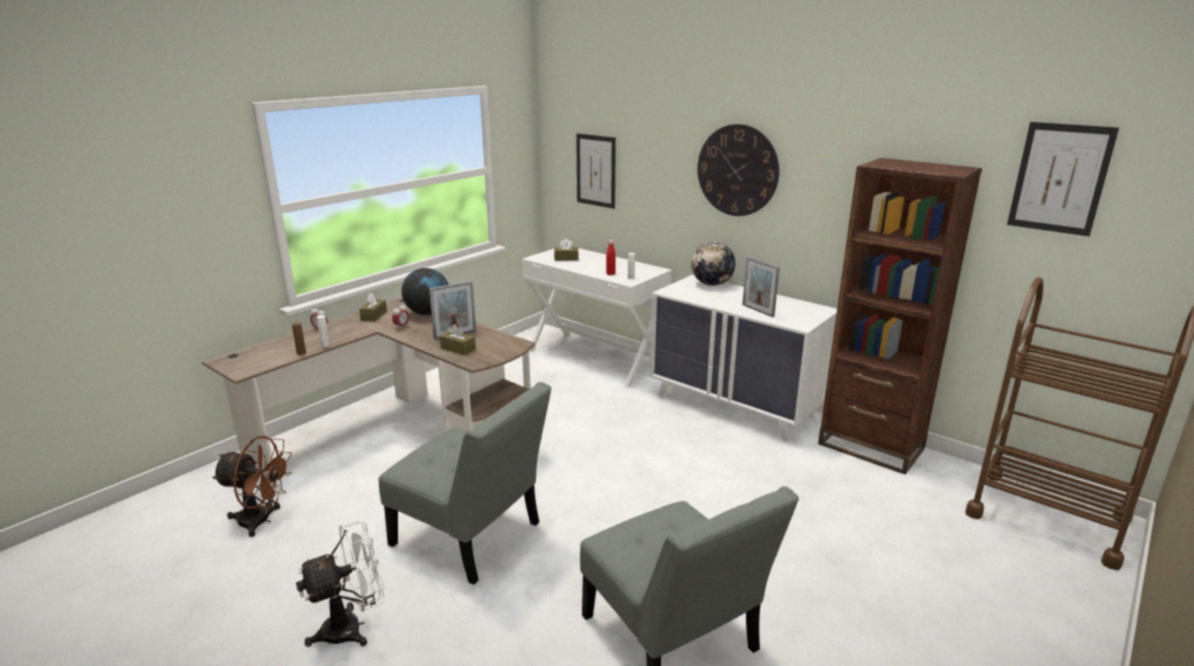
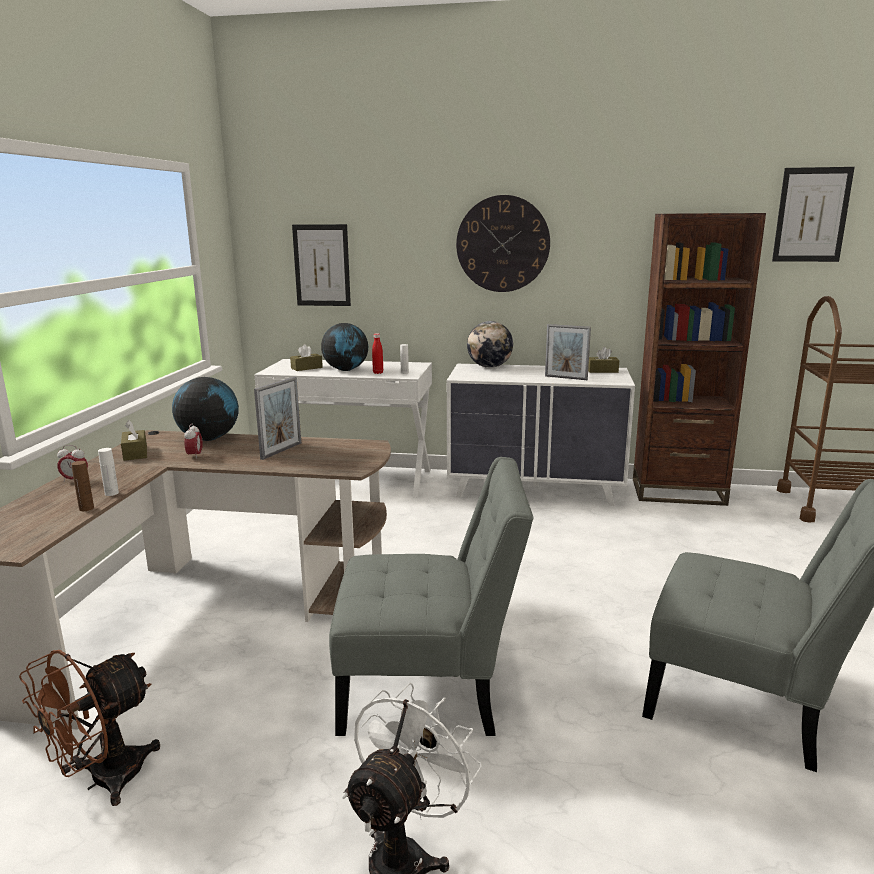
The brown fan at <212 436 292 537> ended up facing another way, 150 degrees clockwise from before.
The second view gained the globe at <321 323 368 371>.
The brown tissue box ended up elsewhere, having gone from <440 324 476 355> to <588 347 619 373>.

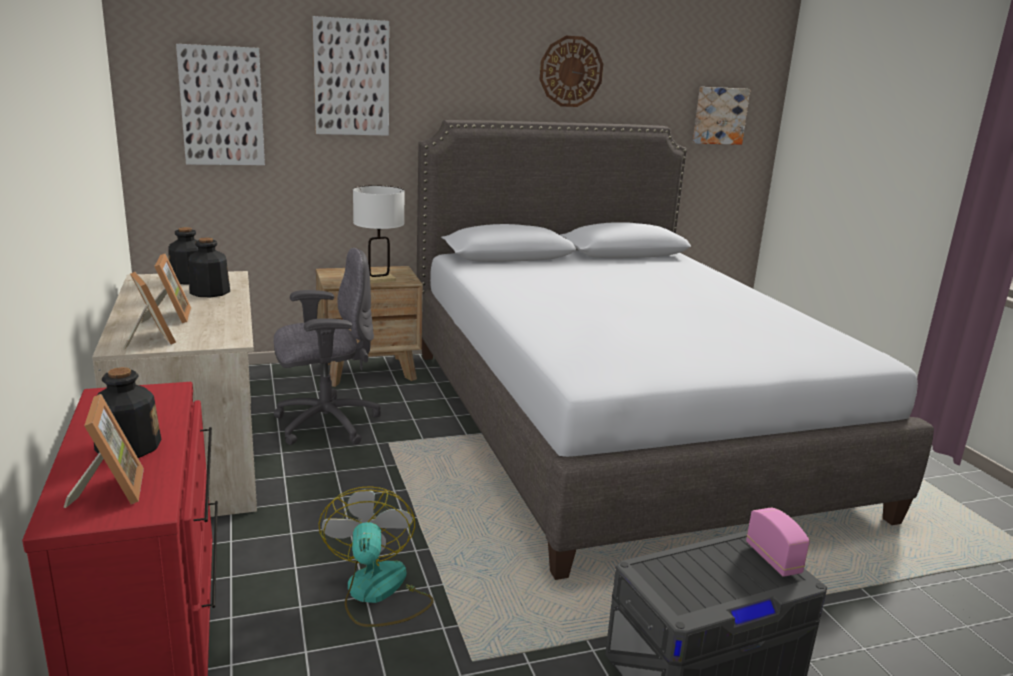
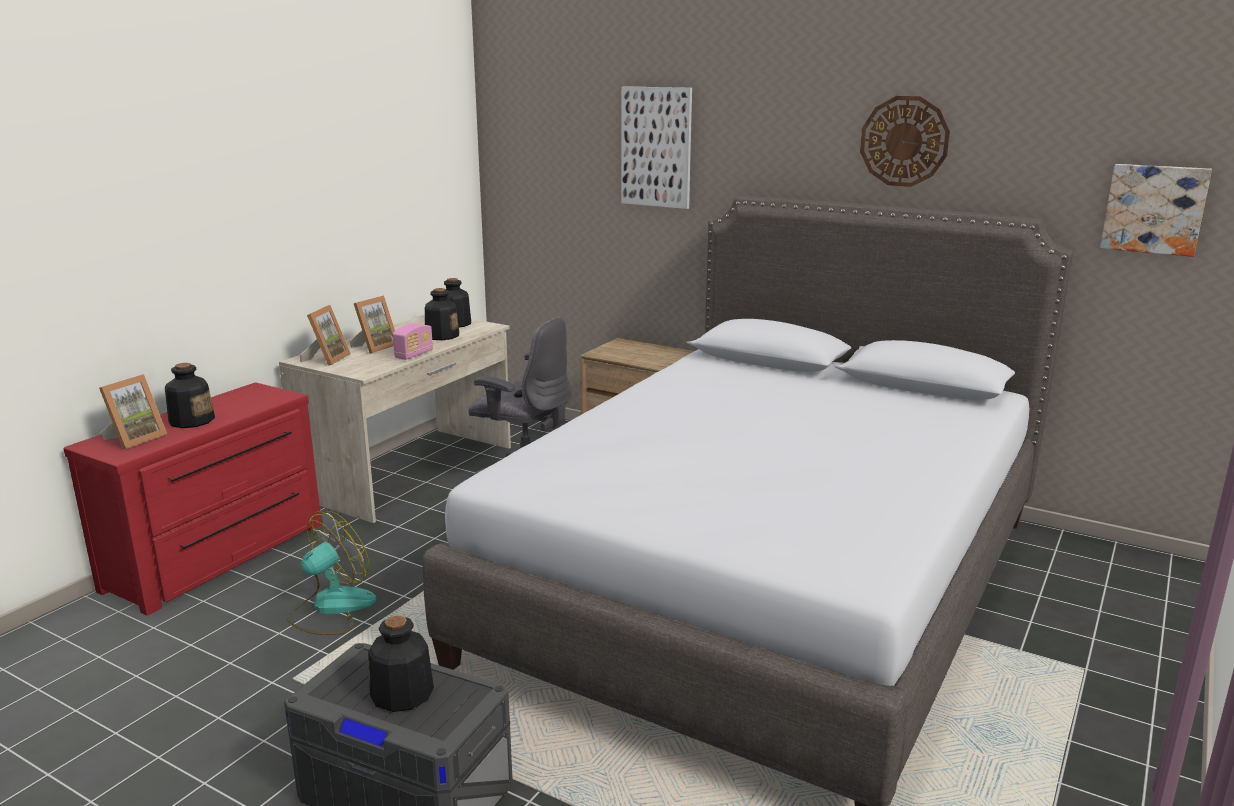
The second view gained the bottle at <368 615 434 712>.
The radio ended up elsewhere, having gone from <746 508 810 577> to <393 323 433 360>.
The second view lost the picture at <176 44 265 165>.
The second view lost the white table lamp at <353 185 405 284>.

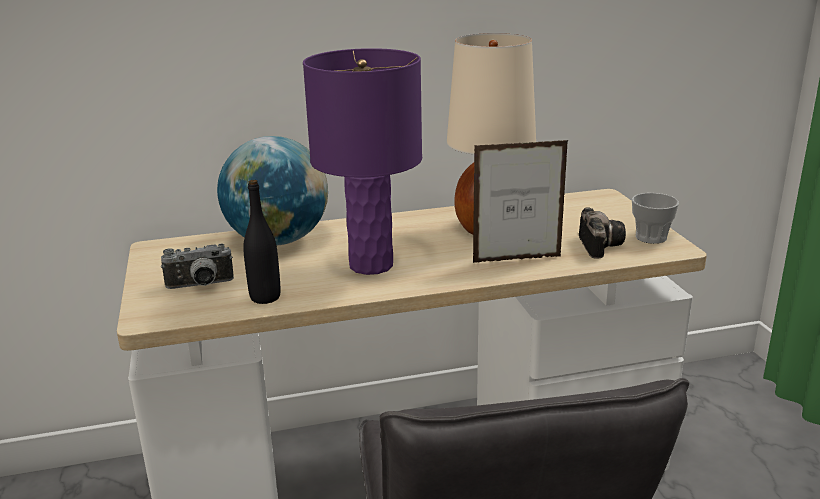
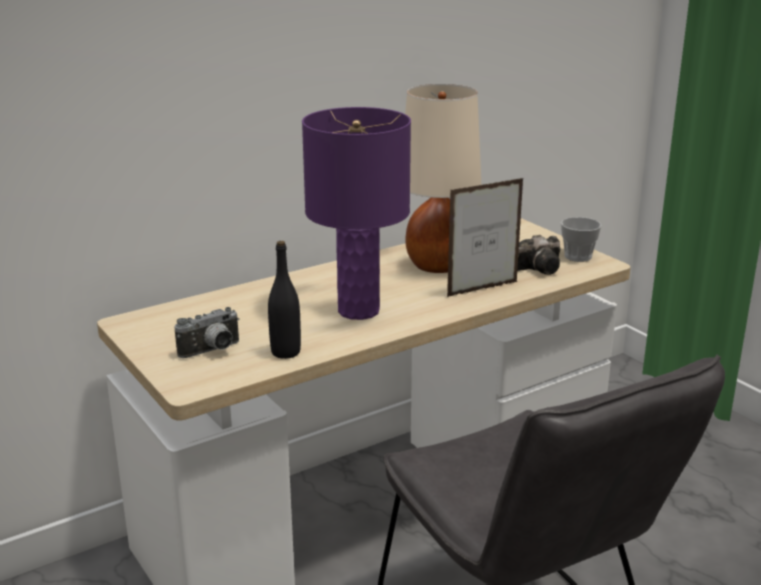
The photo camera at <579 207 626 259> ended up facing another way, 90 degrees clockwise from before.
The second view lost the globe at <217 136 328 245>.

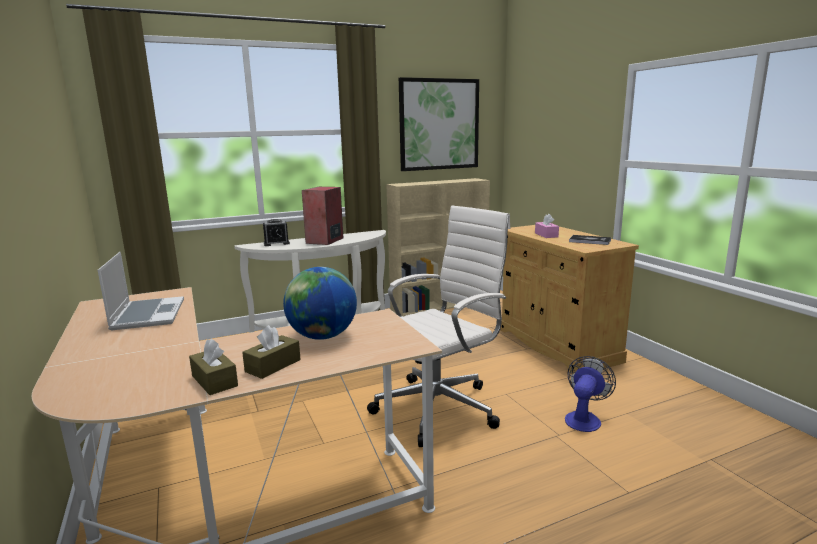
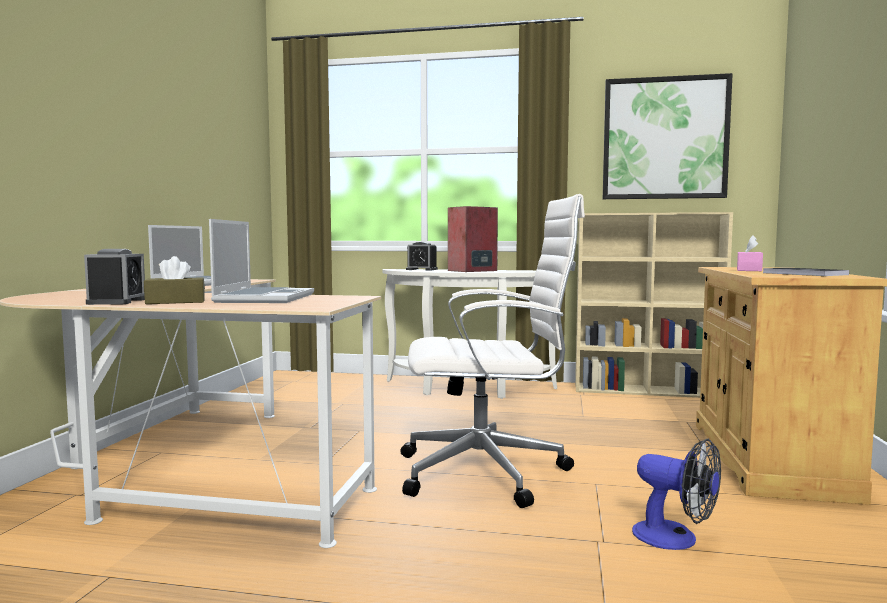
Where the brown tissue box stood at <189 339 238 395>, the alarm clock came to stand at <84 249 145 305>.
Where the globe stood at <283 267 357 340>, the laptop came to stand at <209 219 314 303>.
The fan at <565 356 616 432> ended up facing another way, 60 degrees clockwise from before.

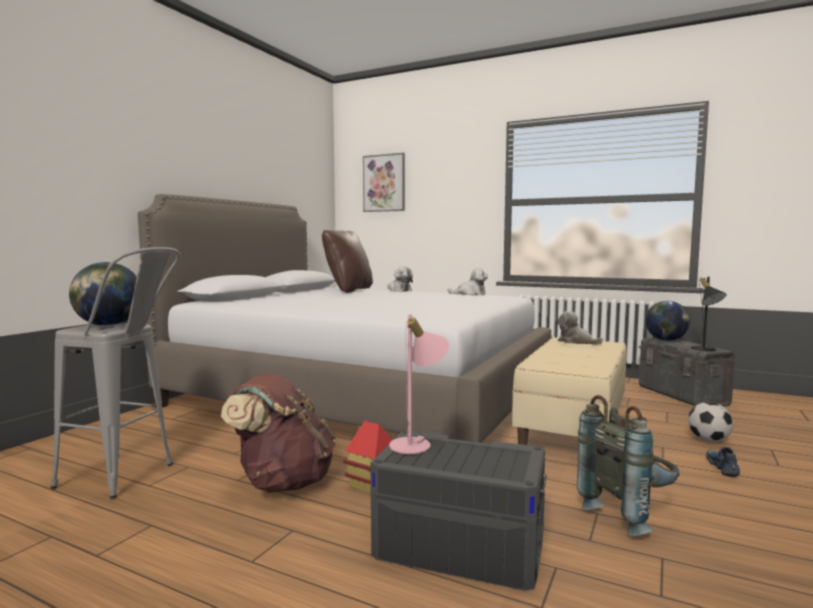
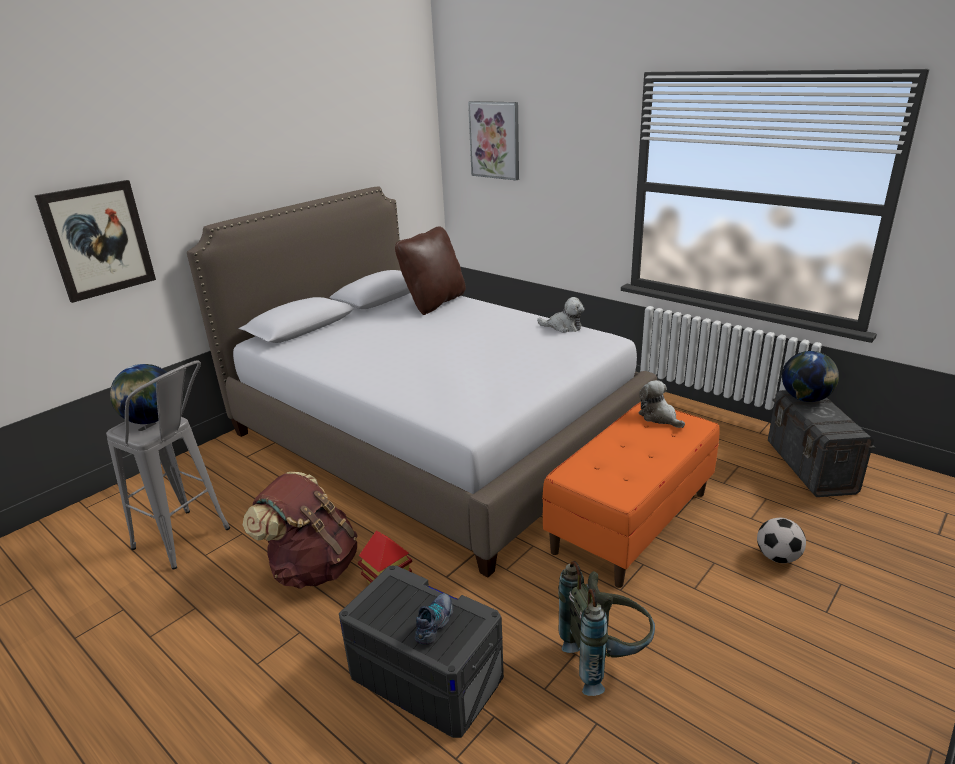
The second view gained the picture at <35 180 156 303>.
The shoe ended up elsewhere, having gone from <706 447 740 477> to <415 593 453 645>.
What was the beige bench at <512 337 627 445> turned into the orange bench at <542 402 720 588>.
The second view lost the plush toy at <387 267 413 292>.
The second view lost the pink table lamp at <389 314 449 454>.
The second view lost the black table lamp at <691 277 726 351>.

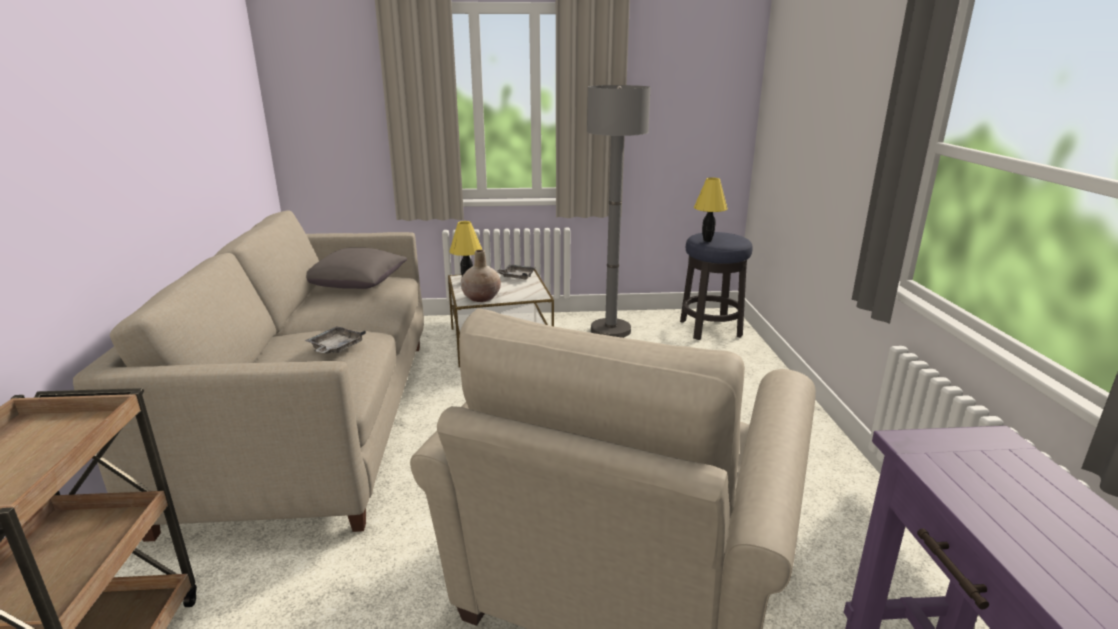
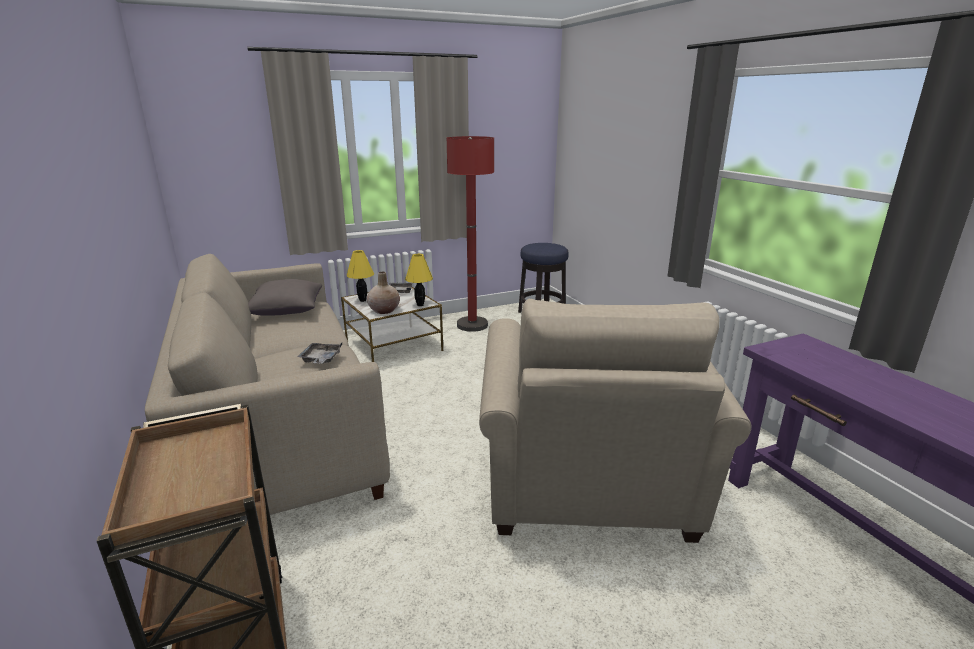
The yellow table lamp ended up elsewhere, having gone from <694 177 728 242> to <405 254 433 306>.
What was the grey floor lamp at <587 85 651 338> turned into the red floor lamp at <447 136 494 332>.

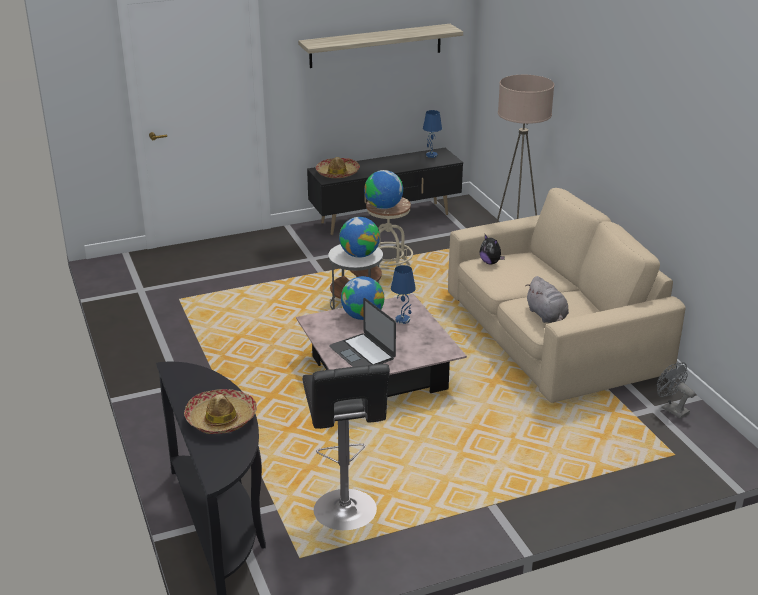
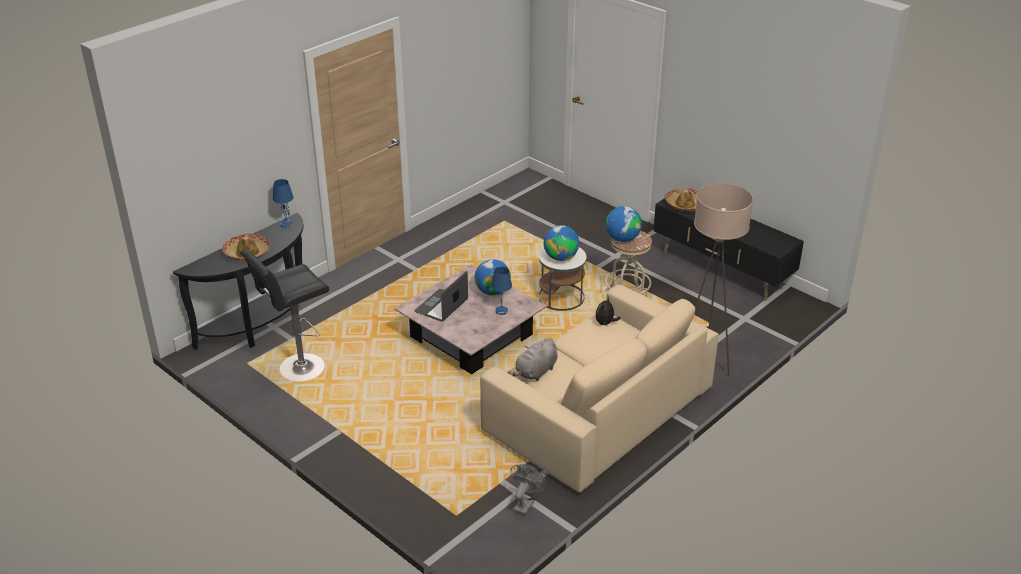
The blue table lamp ended up elsewhere, having gone from <423 110 442 158> to <273 179 294 228>.
The second view lost the shelf at <298 24 463 68>.

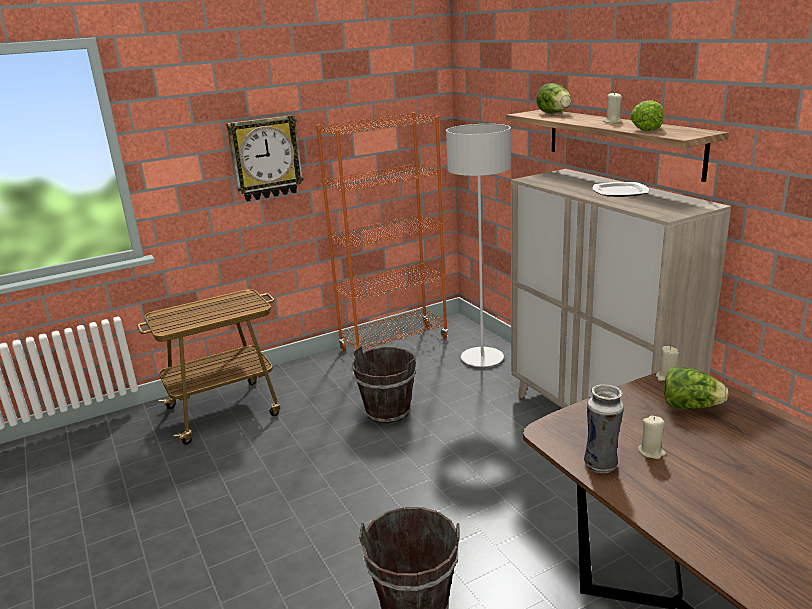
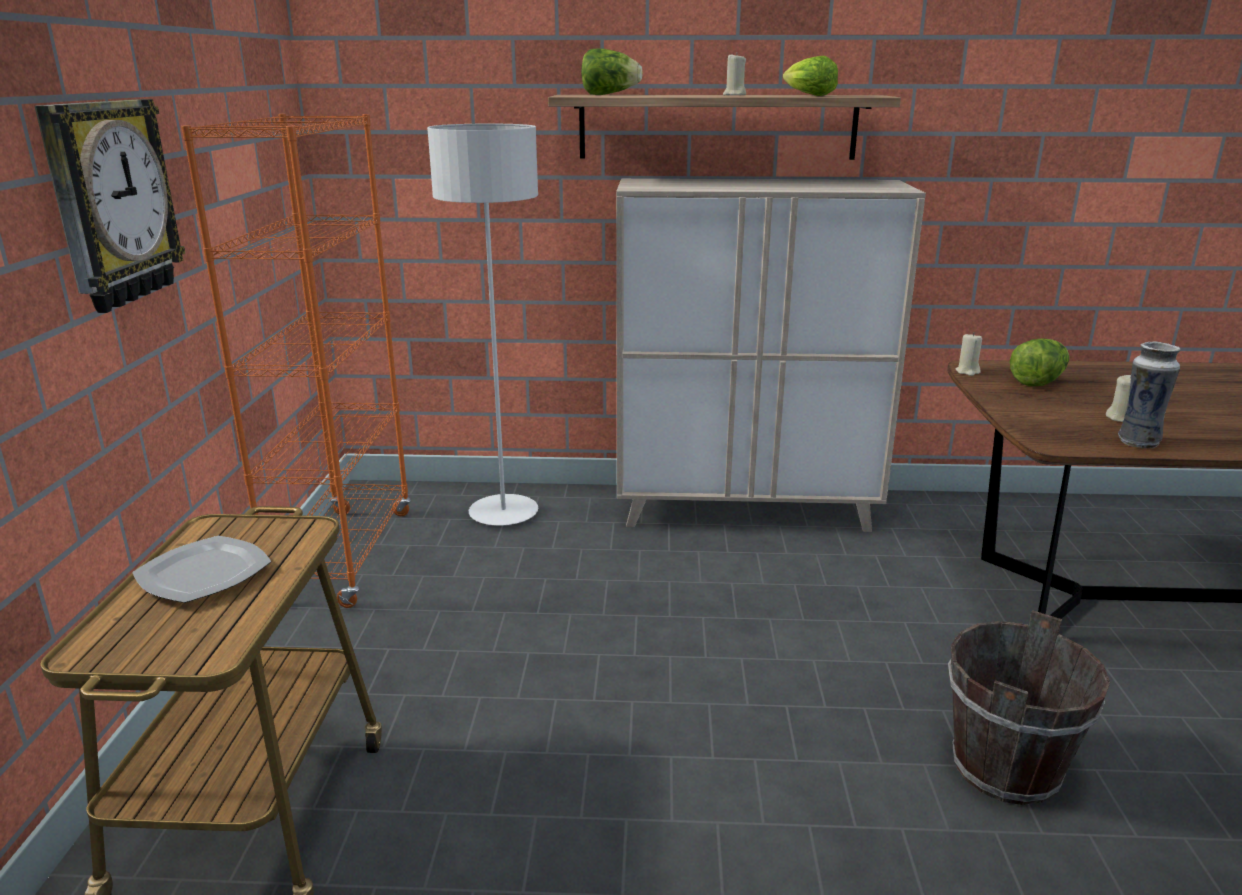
The plate ended up elsewhere, having gone from <593 182 649 197> to <132 536 271 603>.
The second view lost the brown bucket at <352 346 416 424>.

